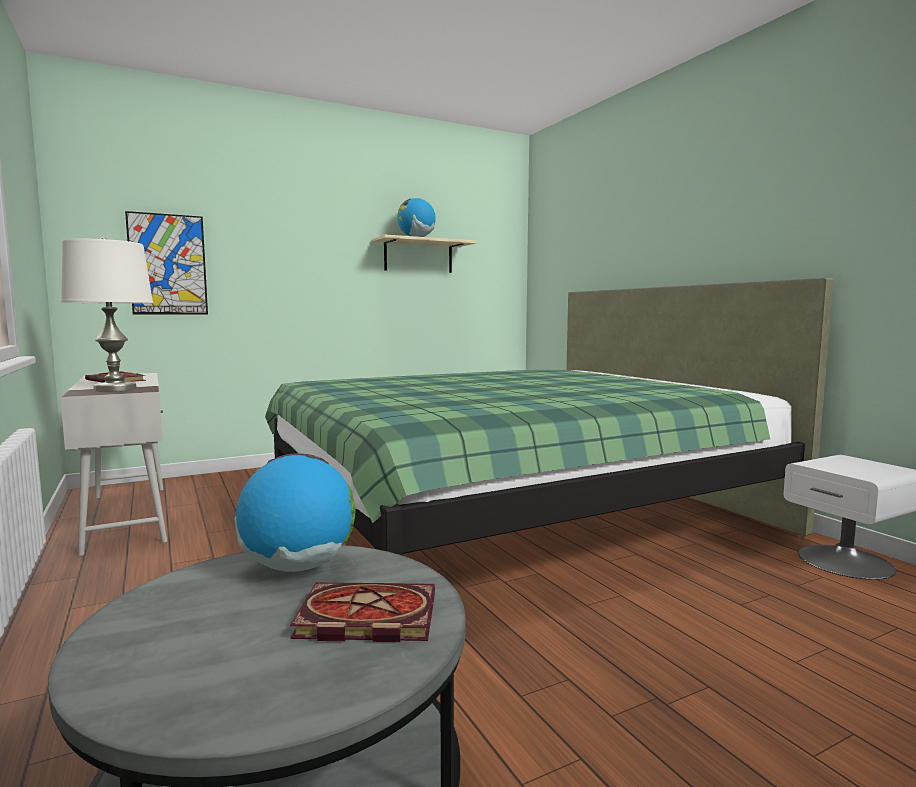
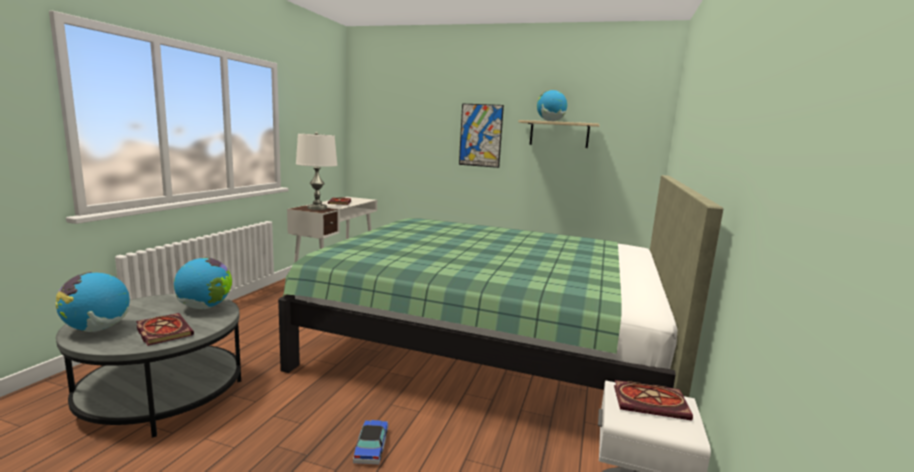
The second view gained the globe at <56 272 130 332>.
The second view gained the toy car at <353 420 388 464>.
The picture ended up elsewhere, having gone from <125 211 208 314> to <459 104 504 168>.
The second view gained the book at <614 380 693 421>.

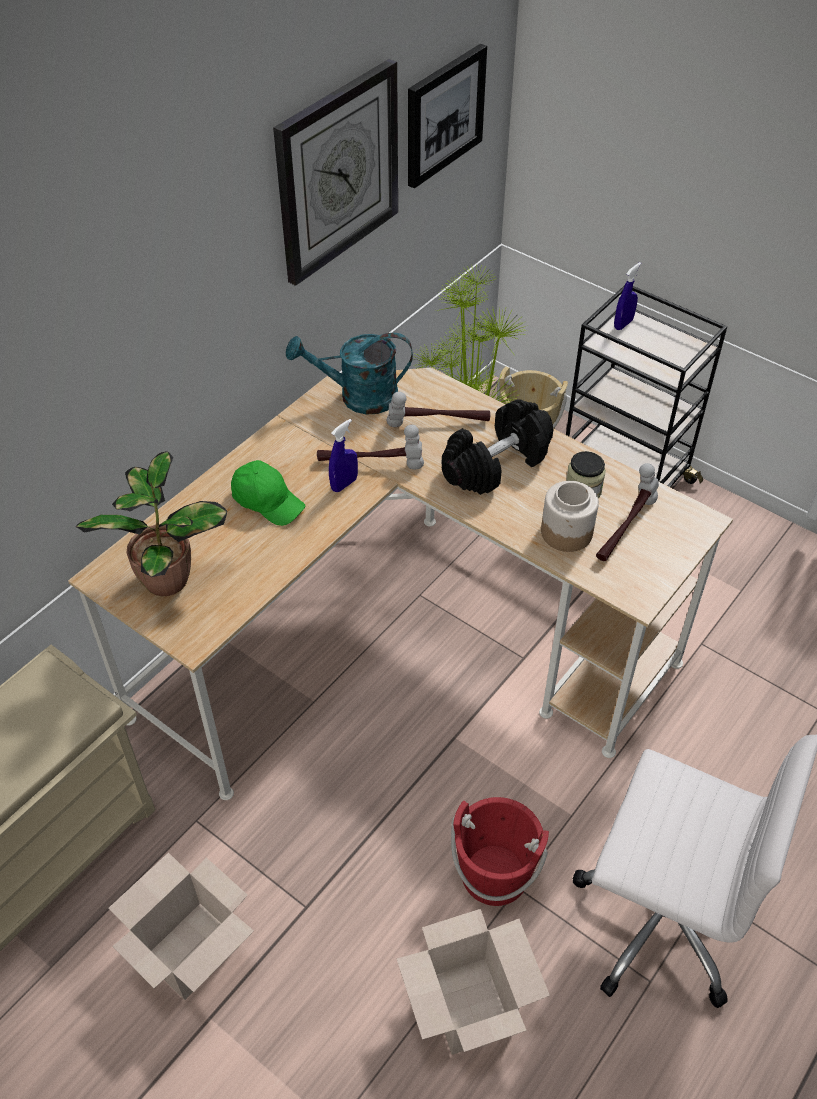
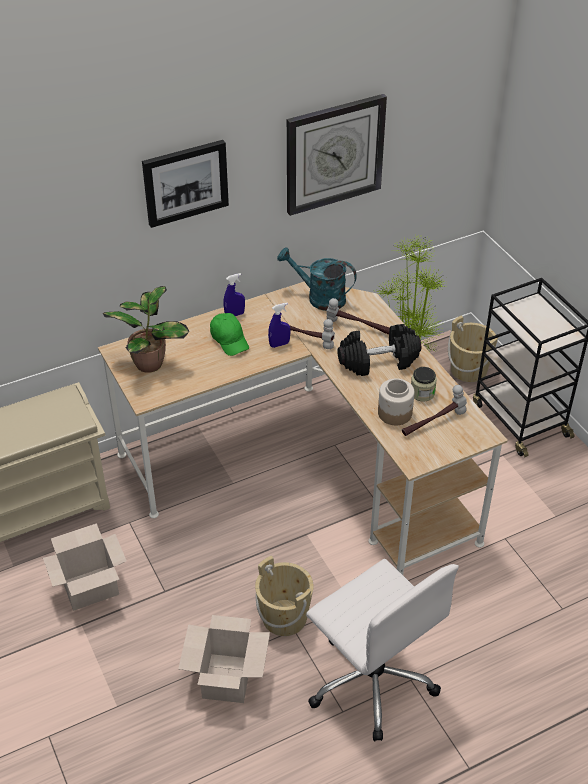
The picture ended up elsewhere, having gone from <408 44 487 189> to <142 140 229 228>.
The blue spray bottle ended up elsewhere, having gone from <614 262 641 330> to <224 273 245 316>.
What was the red bucket at <451 797 549 906> turned into the beige bucket at <255 556 314 636>.

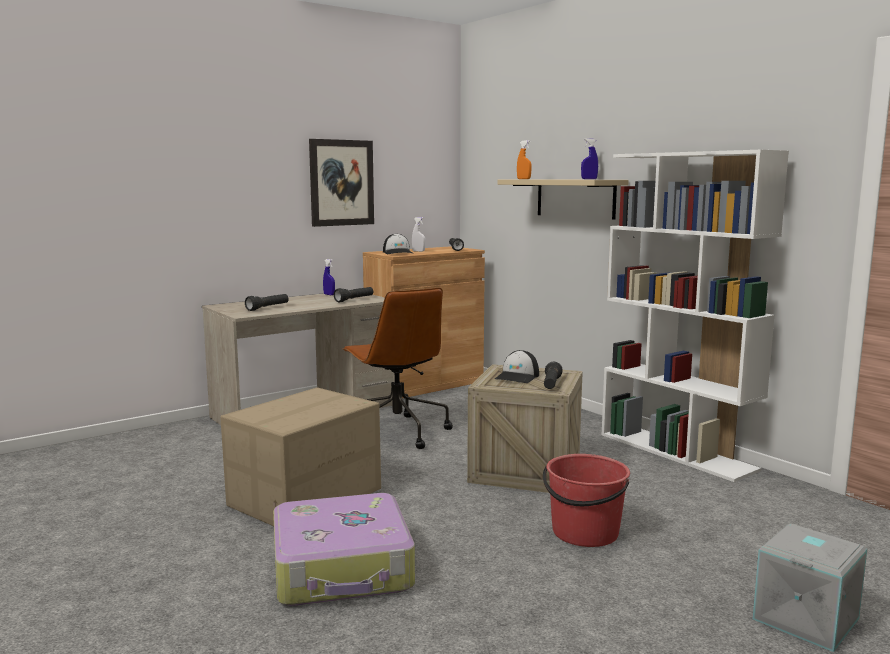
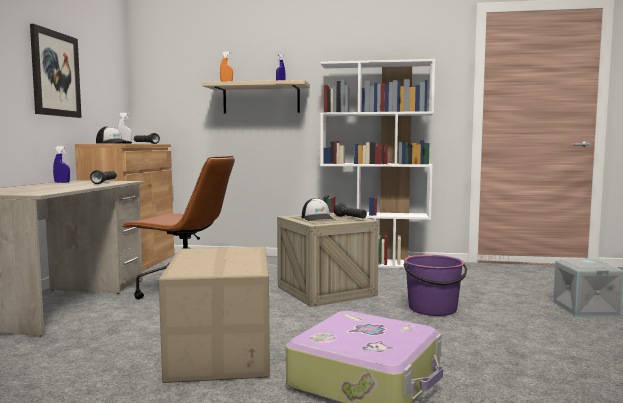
What was the red bucket at <543 454 630 547> turned into the purple bucket at <404 255 467 316>.
The second view lost the black flashlight at <245 294 289 311>.

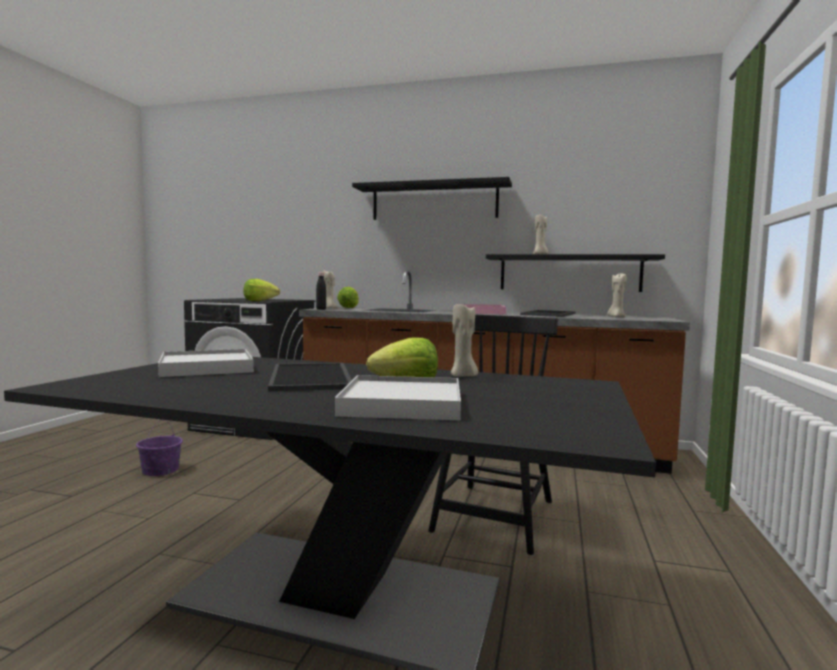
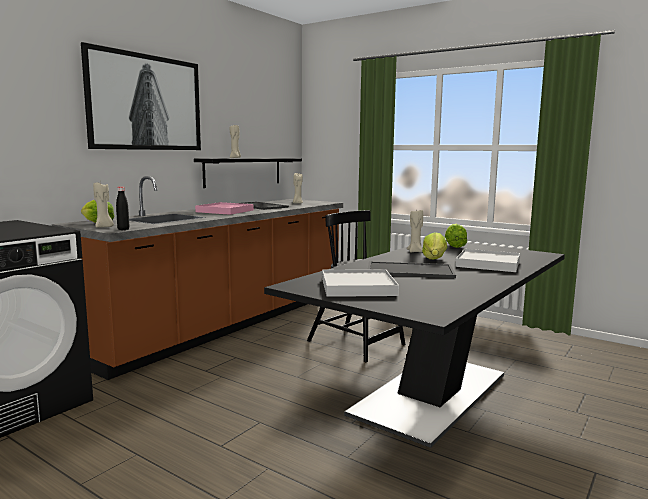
Where the black shelf hung at <352 177 512 220>, the picture came to hang at <81 42 201 150>.
The lettuce ended up elsewhere, having gone from <244 279 280 301> to <445 224 467 248>.
The second view lost the purple bucket at <136 420 183 476>.

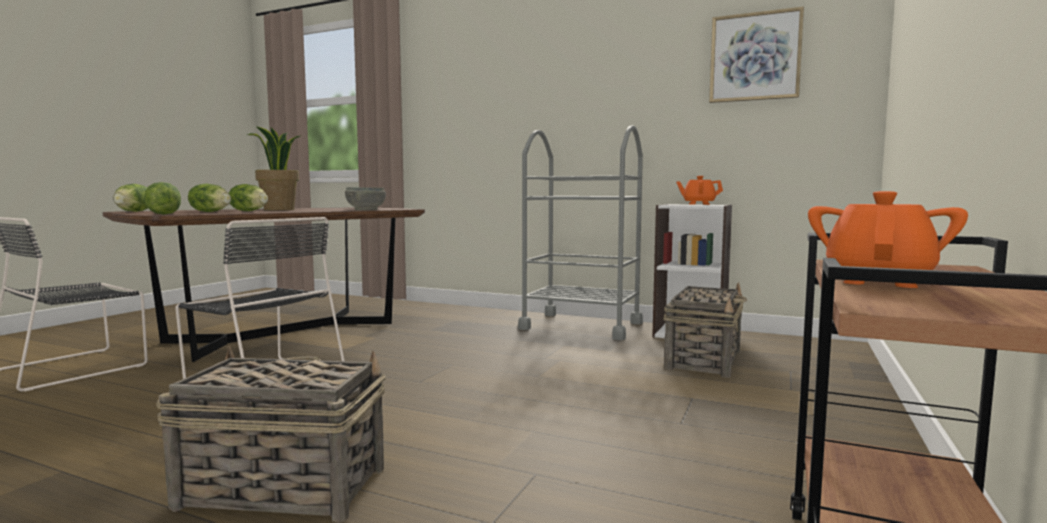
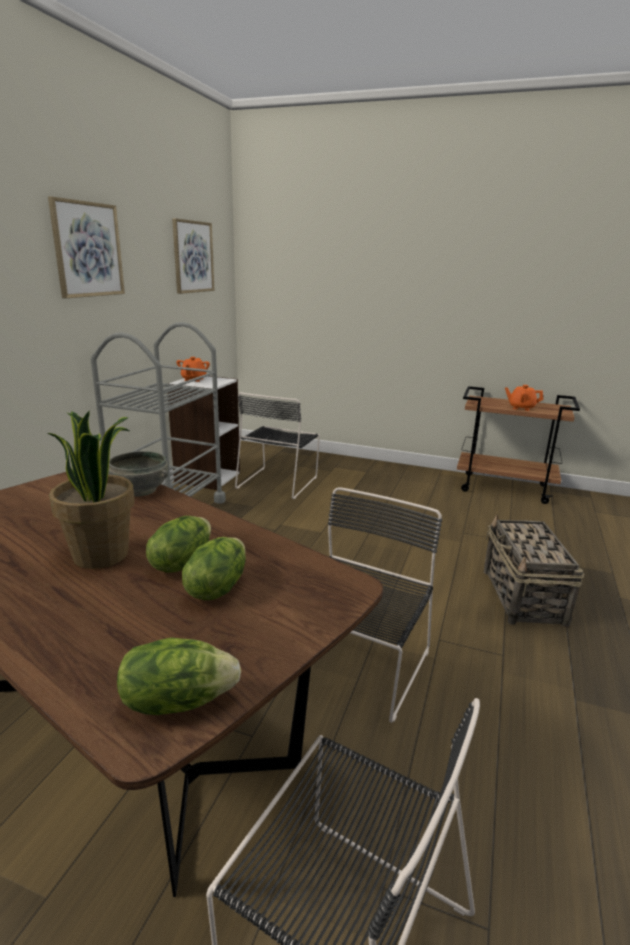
The second view gained the picture at <48 197 125 298>.
Where the basket stood at <663 283 747 378>, the black chair came to stand at <235 392 320 499>.
The second view lost the lettuce at <144 182 181 215>.

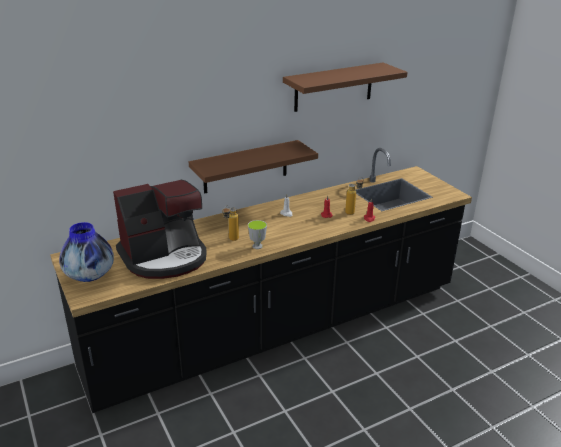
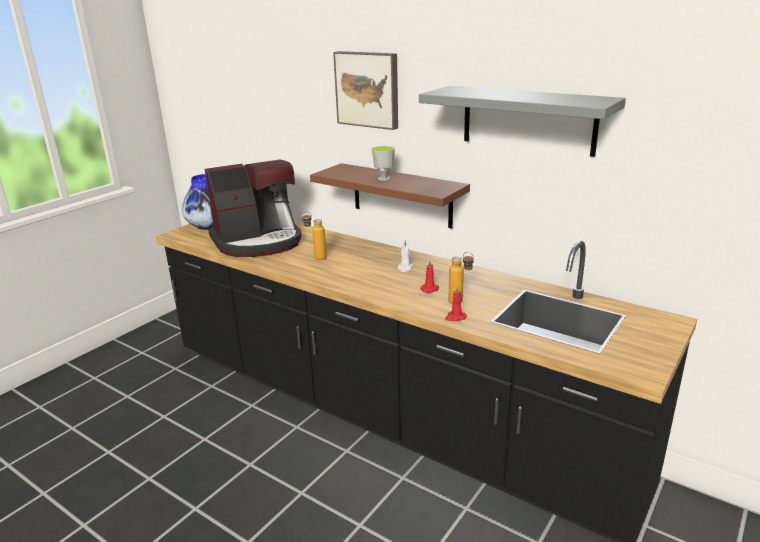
The coffee machine at <113 179 207 279> ended up facing another way, 60 degrees counterclockwise from before.
The second view gained the picture at <333 51 398 130>.
The cup ended up elsewhere, having gone from <248 220 267 249> to <371 146 395 181>.
What was the brown shelf at <283 63 408 112> turned into the grey shelf at <419 86 626 157>.

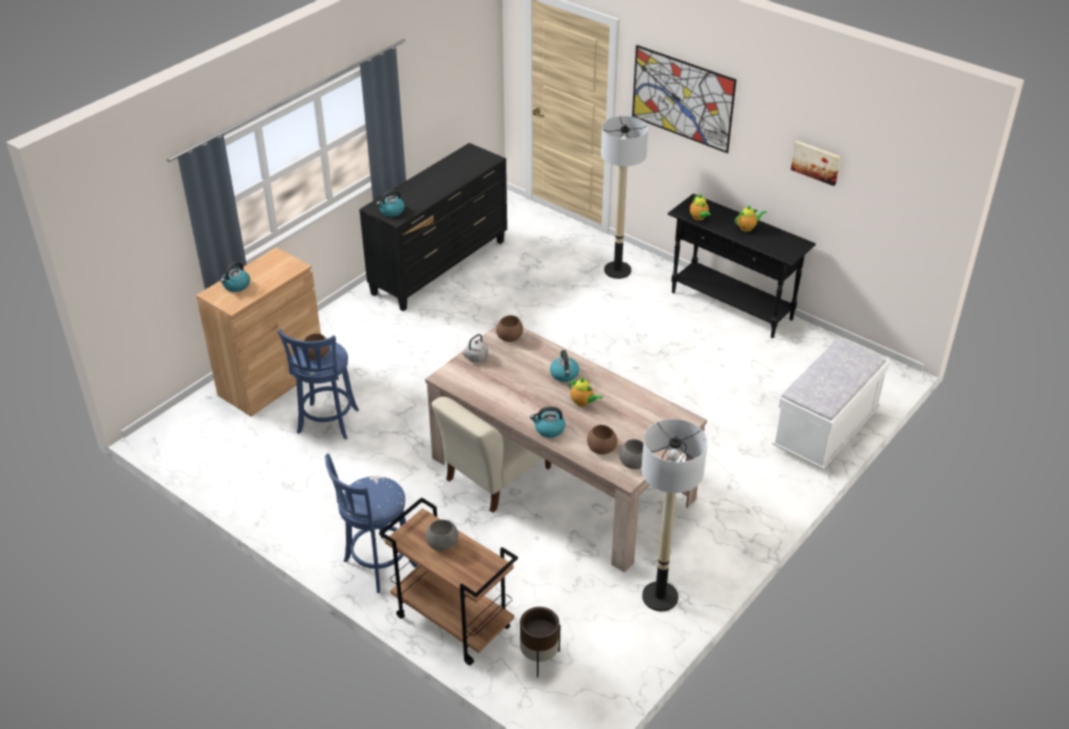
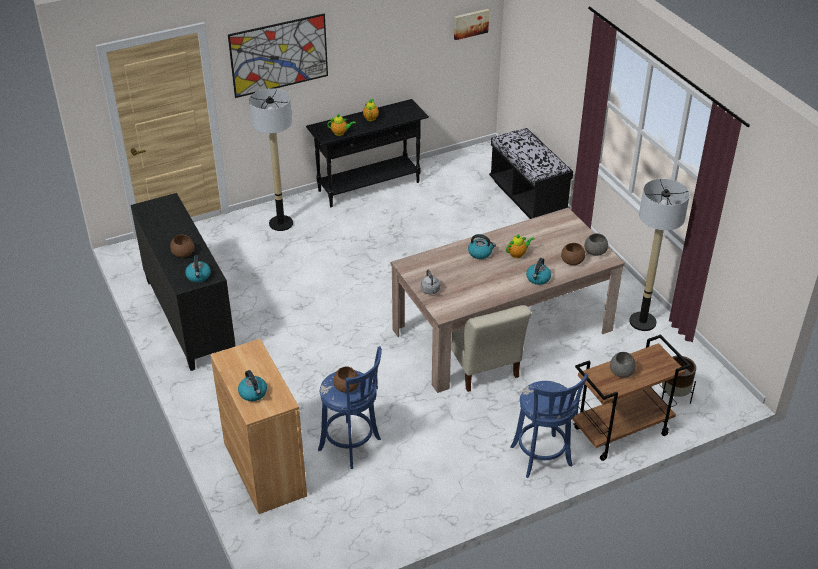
The brown bowl ended up elsewhere, having gone from <496 315 523 342> to <170 235 195 258>.
The picture ended up elsewhere, having gone from <791 141 841 186> to <454 9 489 40>.
What was the white bench at <772 338 890 470> turned into the black bench at <489 128 573 219>.

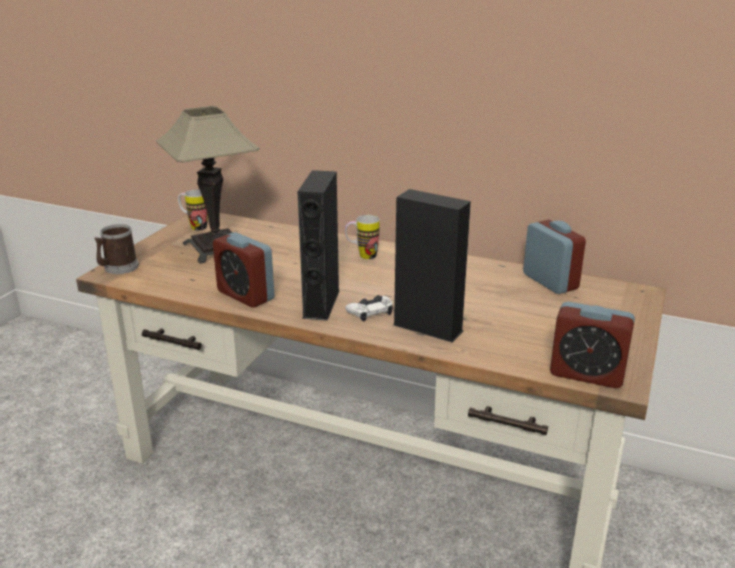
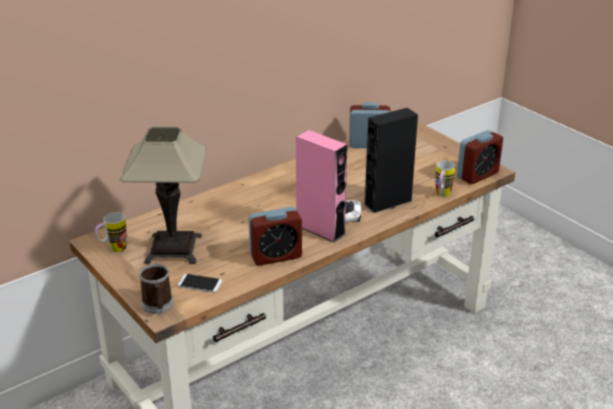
The second view gained the phone at <178 274 222 292>.
What was the black speaker at <297 170 339 321> turned into the pink speaker at <296 130 347 243>.
The mug ended up elsewhere, having gone from <345 215 380 259> to <435 160 456 197>.

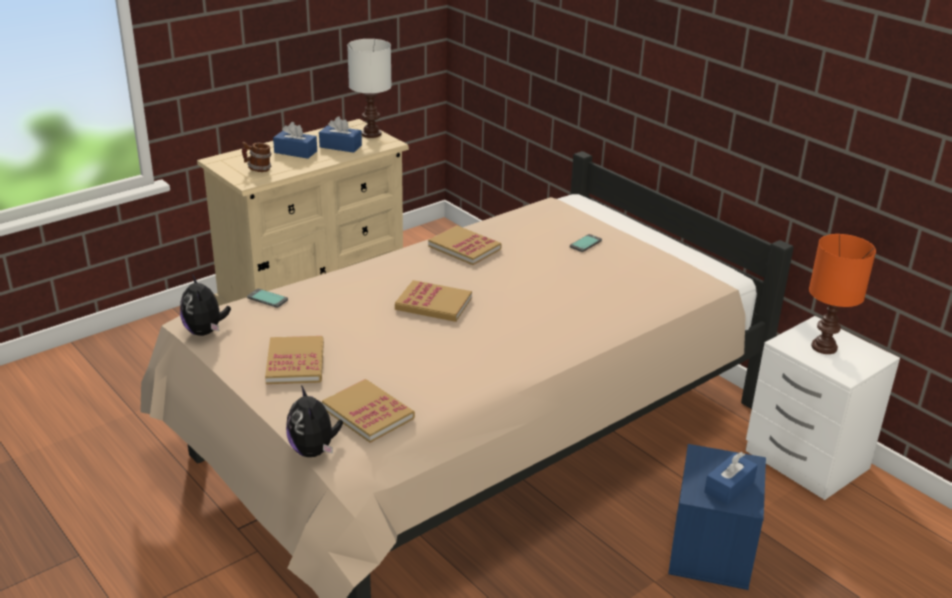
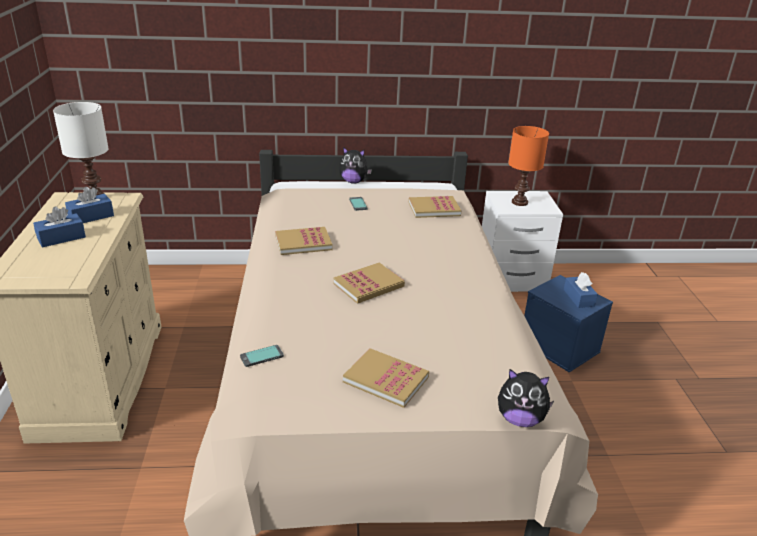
The plush toy ended up elsewhere, having gone from <180 274 231 336> to <339 147 372 184>.
The book ended up elsewhere, having gone from <322 379 415 443> to <409 196 462 218>.
The second view lost the mug at <242 142 272 172>.

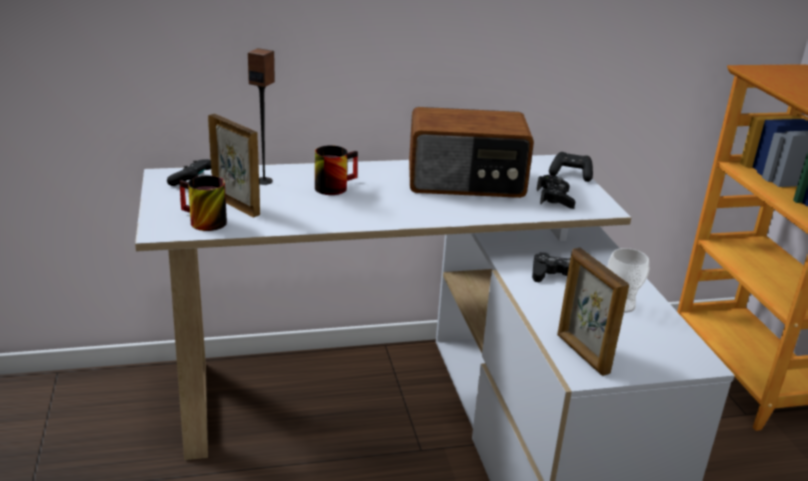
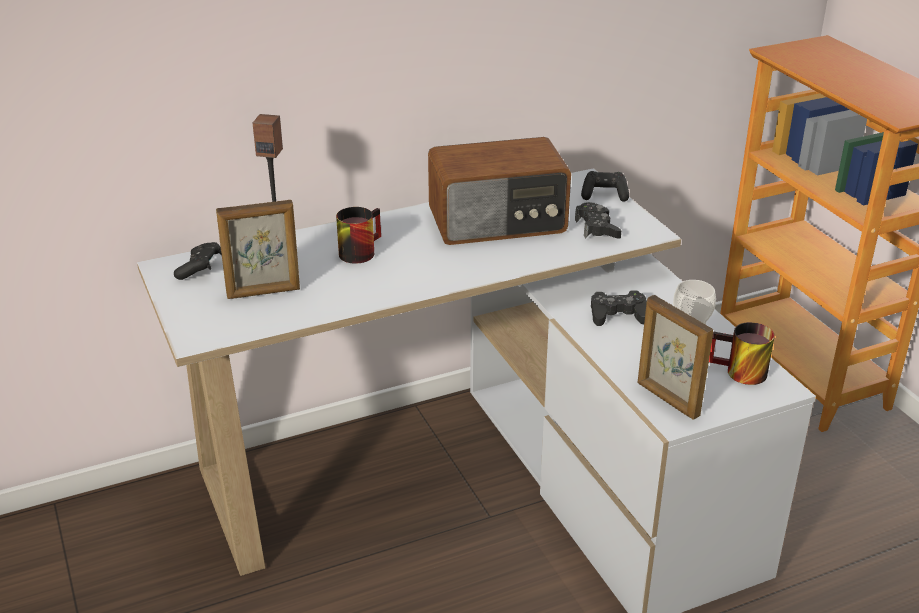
The picture frame at <208 113 260 218> ended up facing another way, 135 degrees clockwise from before.
The mug ended up elsewhere, having gone from <179 176 227 231> to <709 322 775 385>.

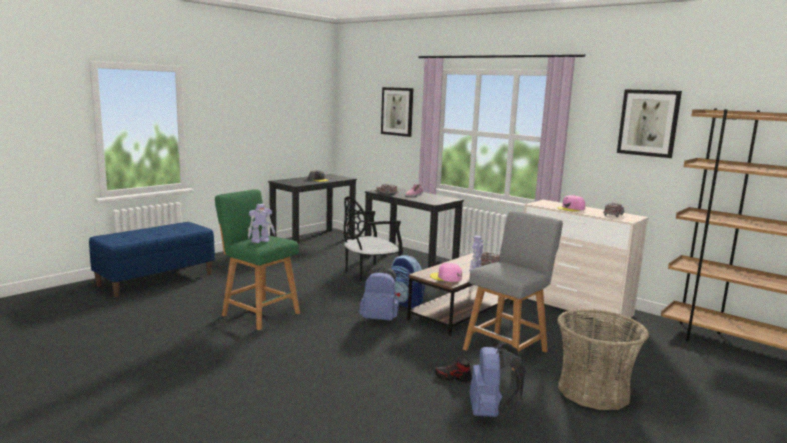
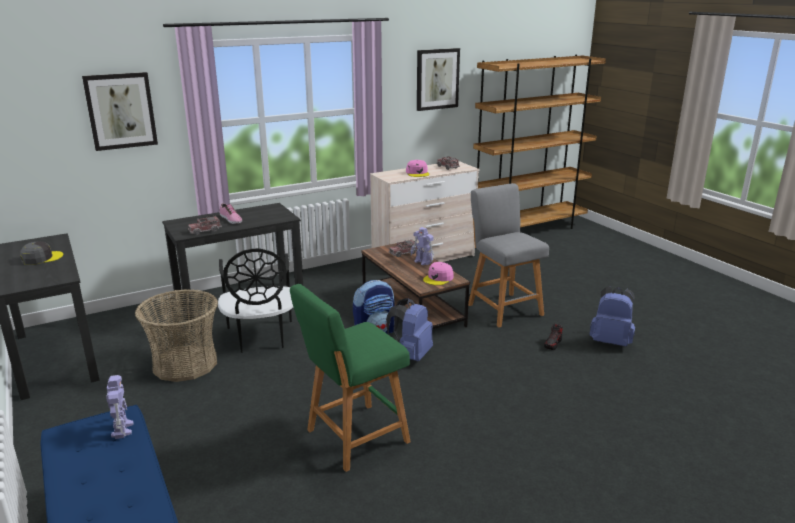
The toy robot ended up elsewhere, having gone from <248 204 275 243> to <106 375 134 439>.
The basket ended up elsewhere, having gone from <557 309 649 410> to <135 289 218 382>.

